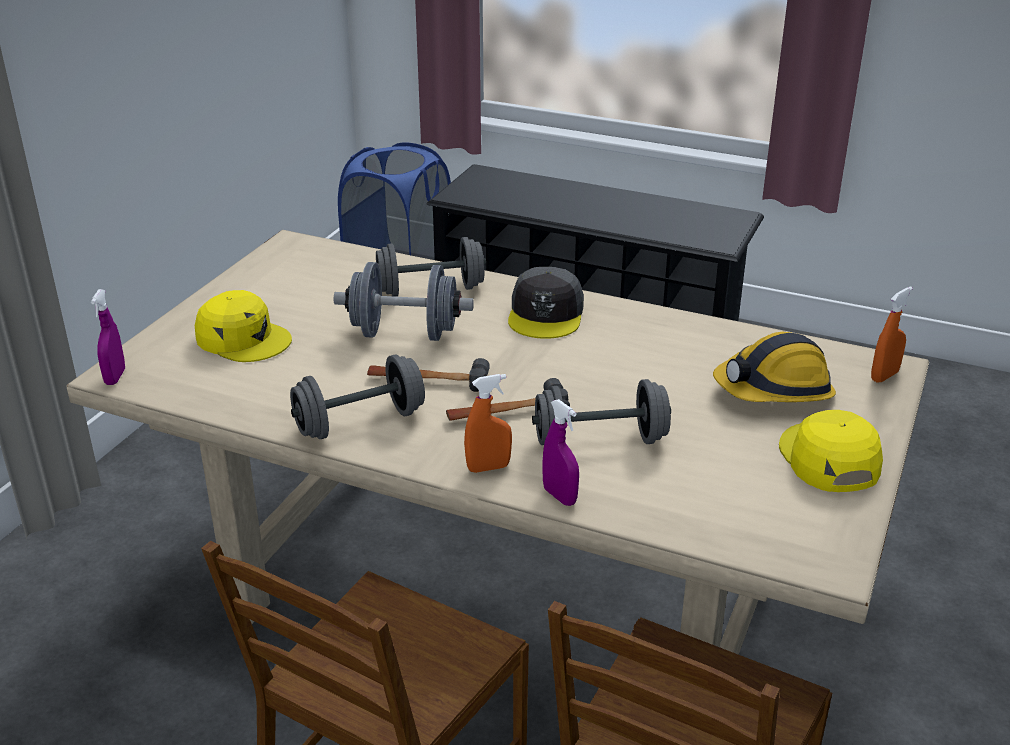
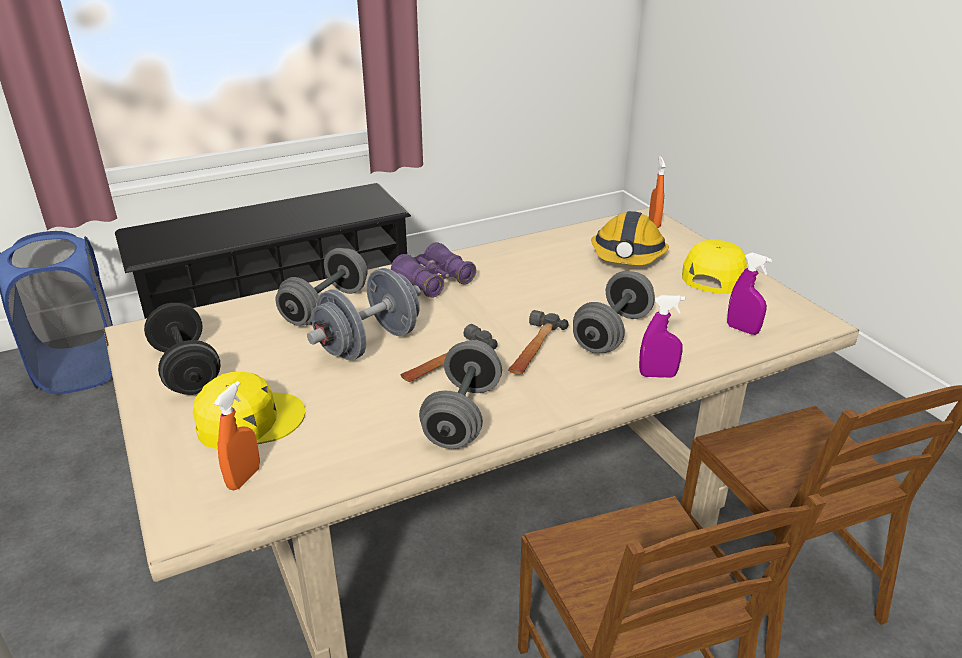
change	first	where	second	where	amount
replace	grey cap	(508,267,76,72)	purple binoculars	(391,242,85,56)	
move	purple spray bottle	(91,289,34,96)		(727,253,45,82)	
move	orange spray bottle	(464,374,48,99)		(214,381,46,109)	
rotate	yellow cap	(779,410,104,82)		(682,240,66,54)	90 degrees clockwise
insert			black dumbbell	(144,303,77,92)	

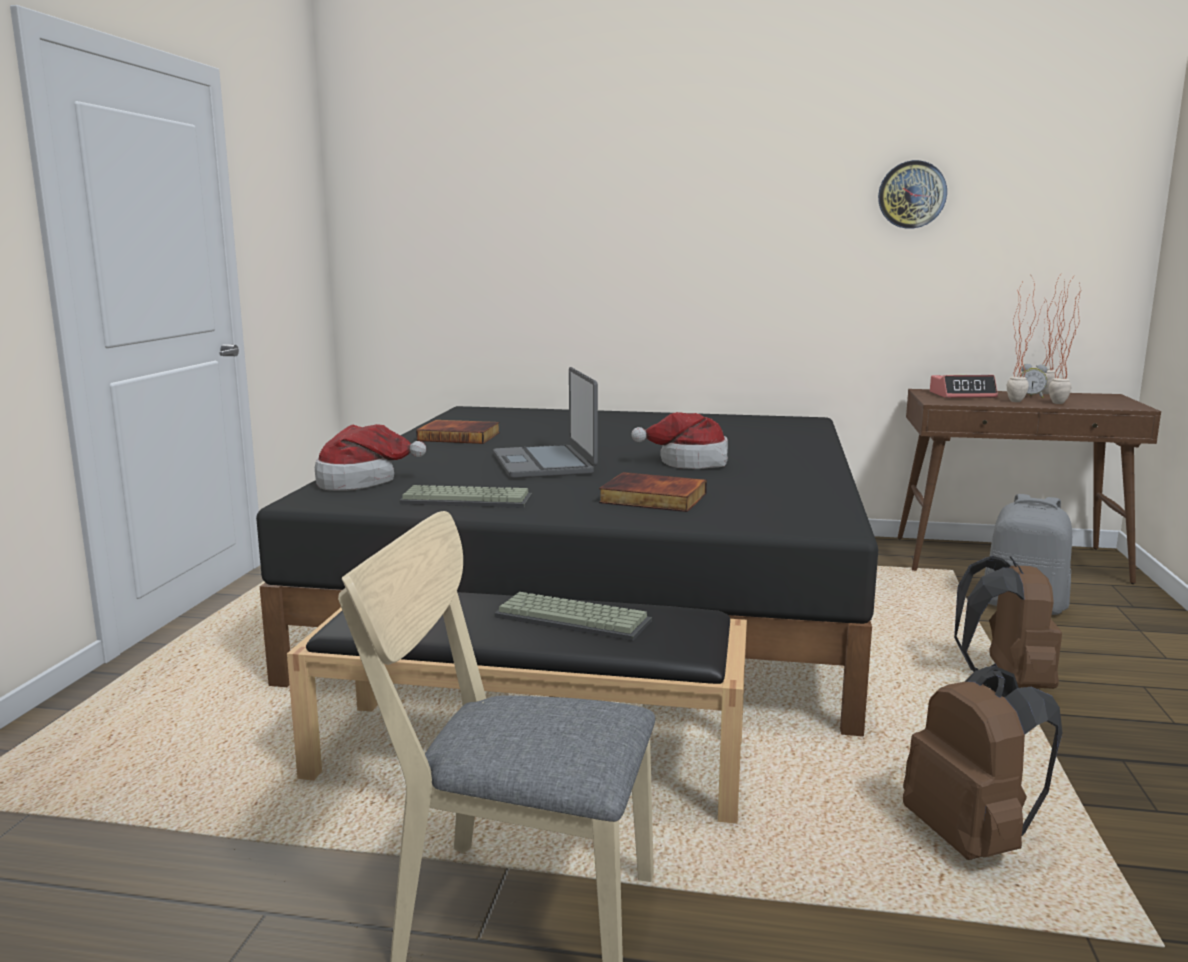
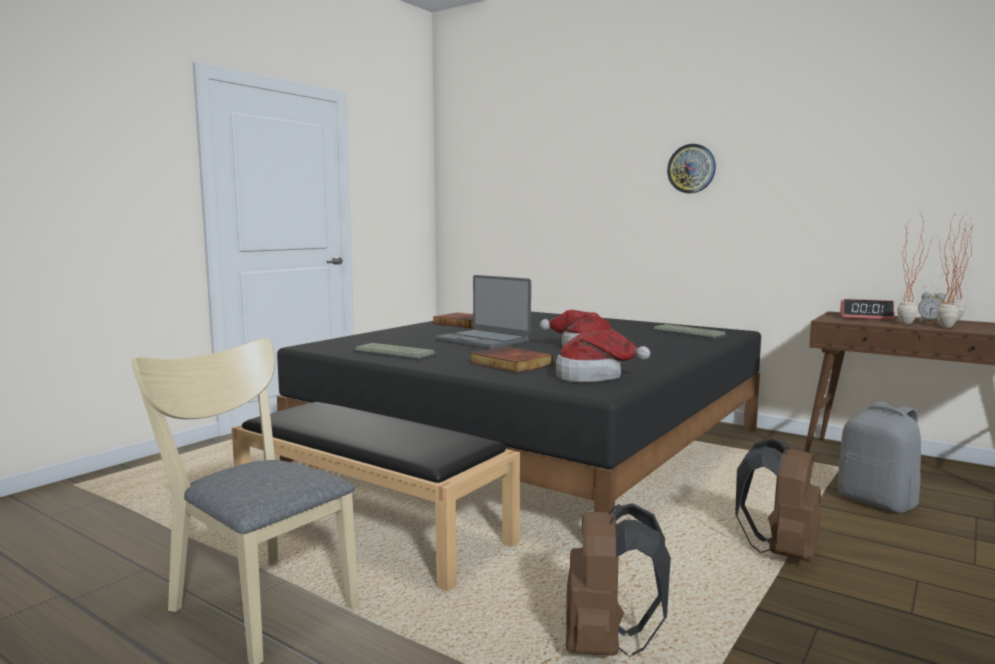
change	first	where	second	where	amount
move	wall clock	(878,160,69,69)		(667,144,49,49)	
rotate	laptop	(493,367,105,112)		(435,275,96,74)	60 degrees counterclockwise
move	hat	(315,424,111,67)		(556,329,94,54)	
move	keyboard	(494,592,158,49)		(652,324,76,16)	

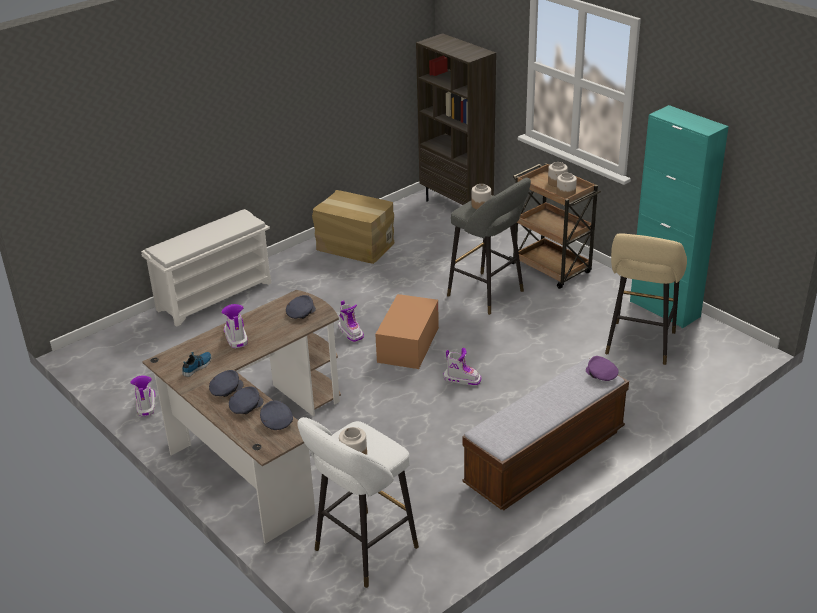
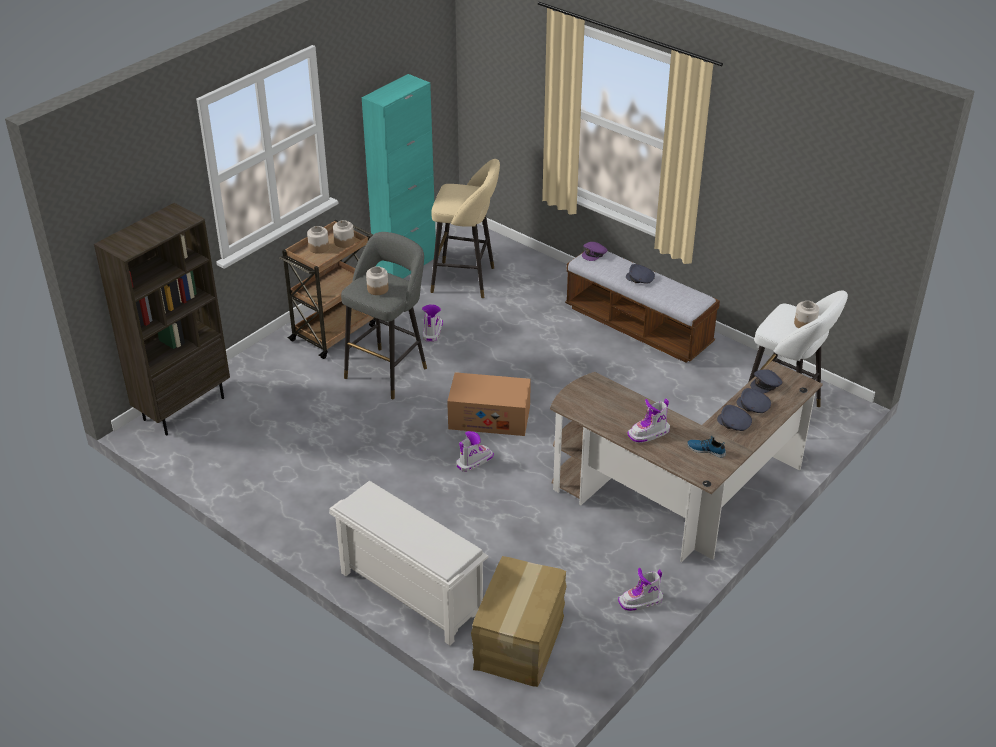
change	first	where	second	where	amount
move	cardboard box	(312,190,83,74)		(471,556,96,131)	
move	grey cap	(286,295,30,24)		(626,264,29,19)	
move	boot	(443,348,38,38)		(422,304,21,38)	

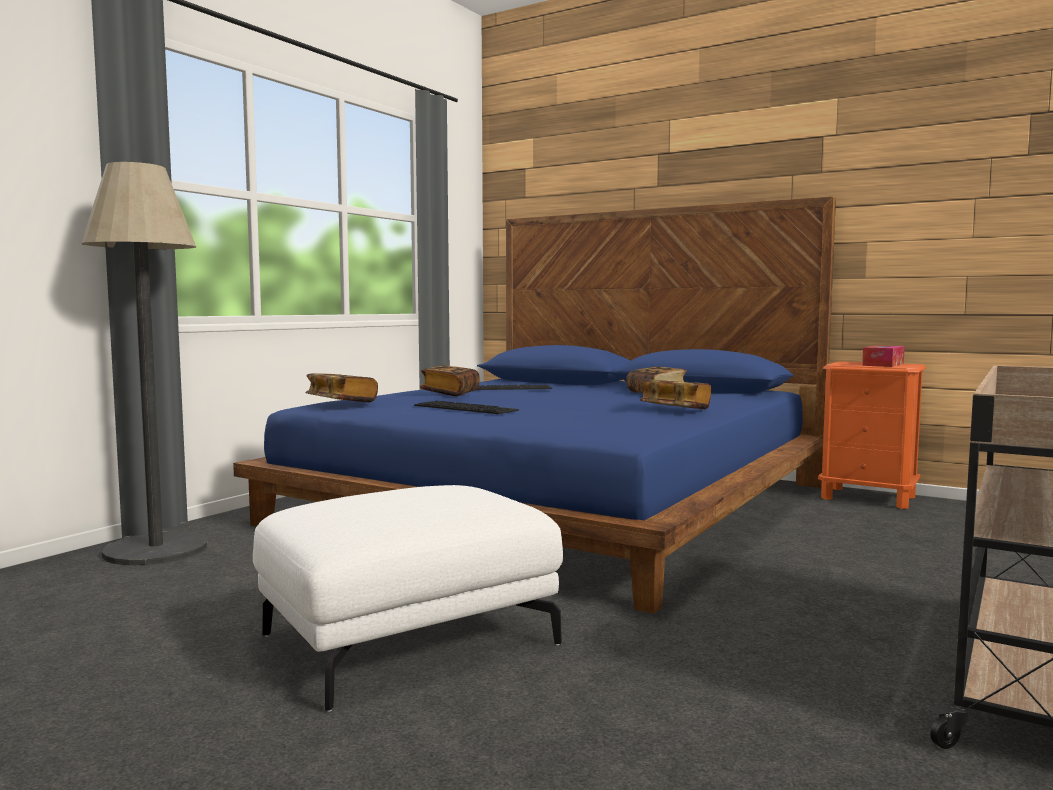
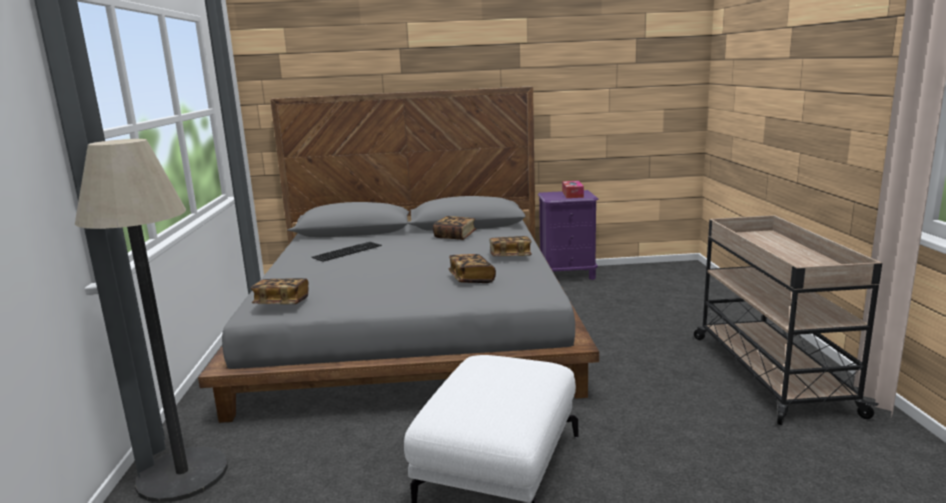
change	first	where	second	where	amount
recolor	blue bed	(233,196,603,418)	grey bed	(198,86,401,337)	
recolor	orange nightstand	(818,361,108,148)	purple nightstand	(538,190,60,90)	
move	book	(420,365,60,31)		(449,254,47,29)	
delete	keyboard	(414,401,105,13)			

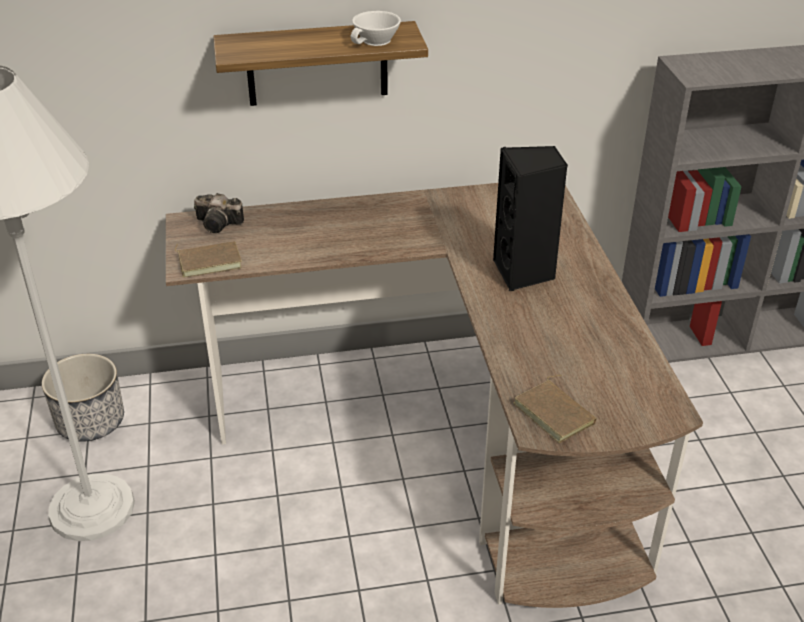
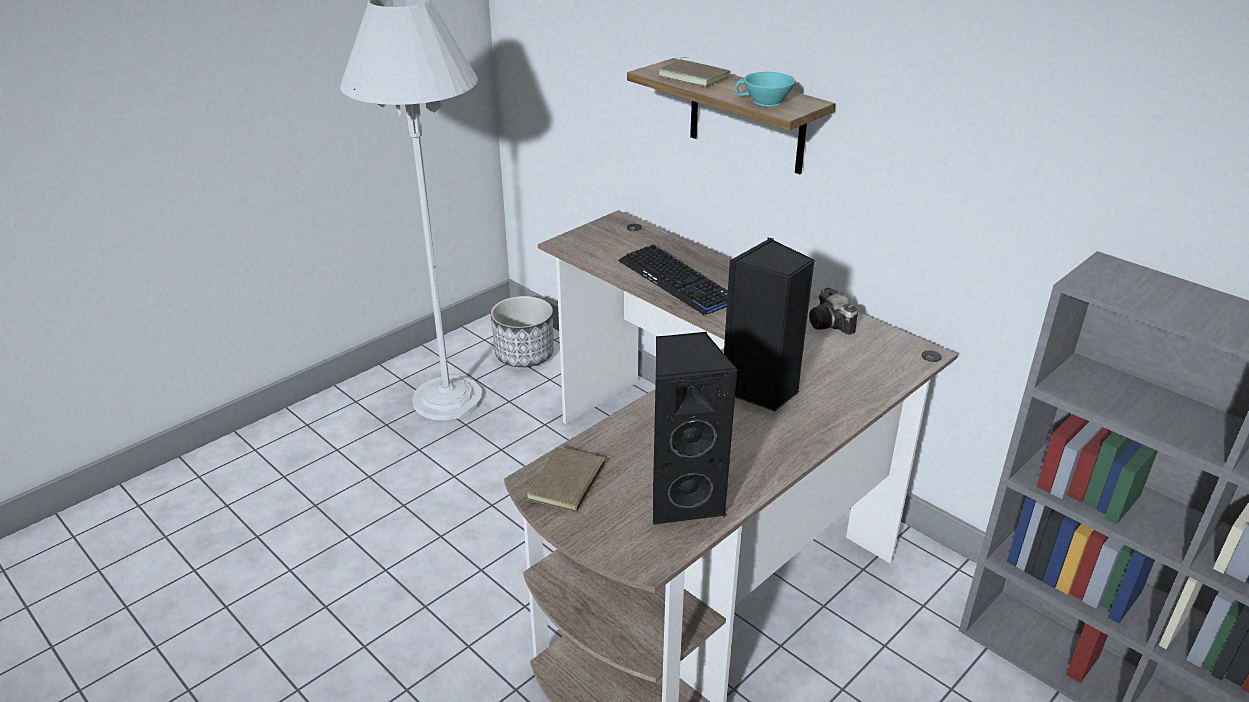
change	first	where	second	where	amount
recolor	white cup	(351,11,50,35)	turquoise cup	(735,72,60,34)	
move	photo camera	(194,193,50,40)		(809,287,49,48)	
move	brown book	(175,241,67,36)		(658,57,73,30)	
insert			keyboard	(618,244,110,71)	
insert			black speaker	(653,332,85,193)	

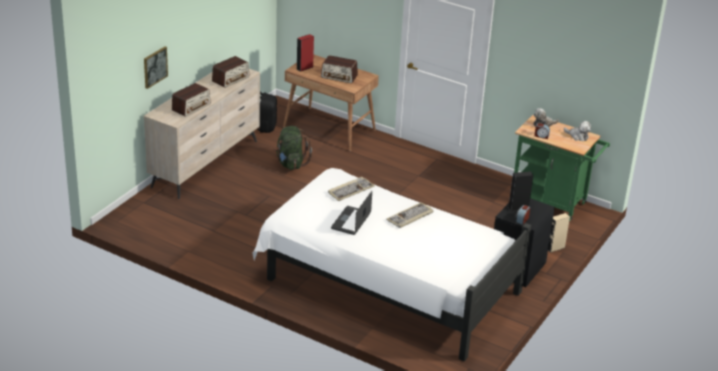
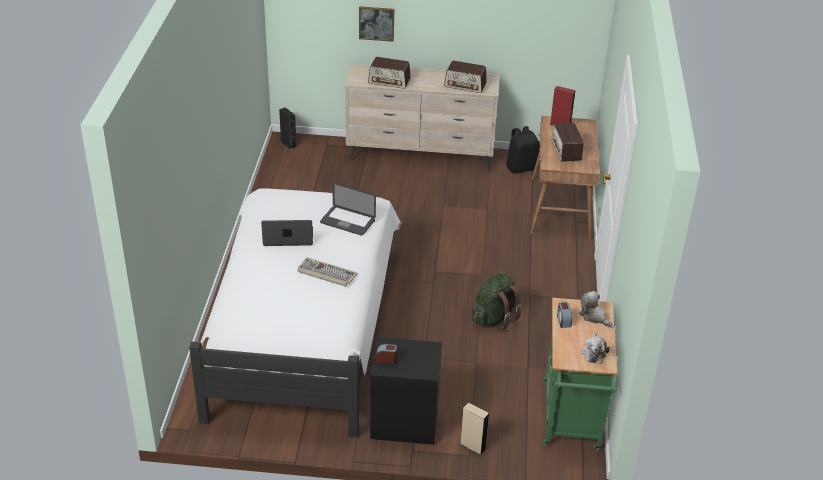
change	first	where	second	where	amount
move	green backpack	(275,126,37,44)		(471,274,50,57)	
move	black speaker	(509,171,24,40)		(279,107,18,42)	
replace	keyboard	(328,177,47,24)	laptop	(320,183,56,53)	

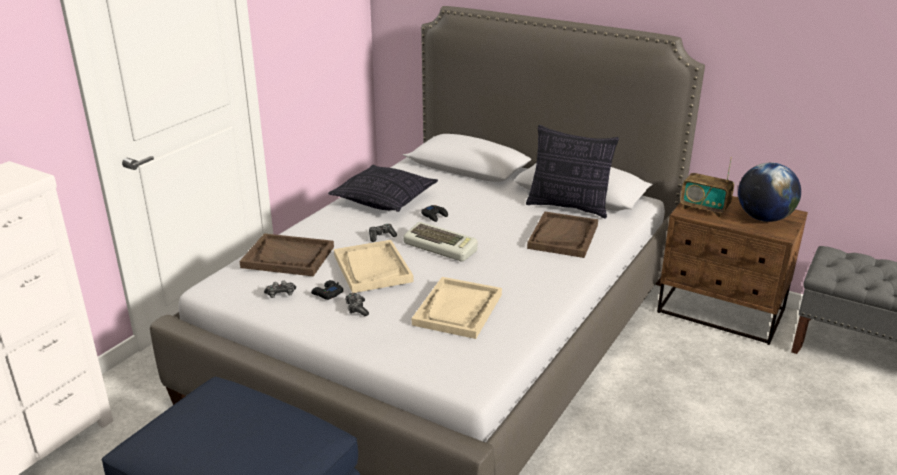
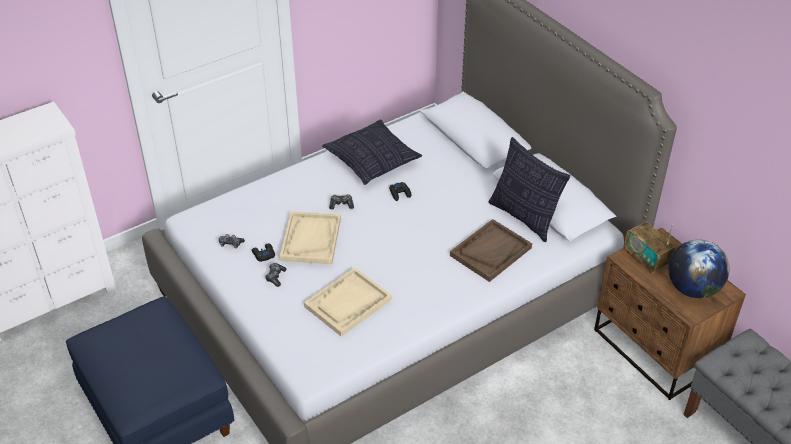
change	first	where	second	where	amount
delete	keyboard	(403,222,75,40)			
delete	brown tray	(239,233,95,43)			

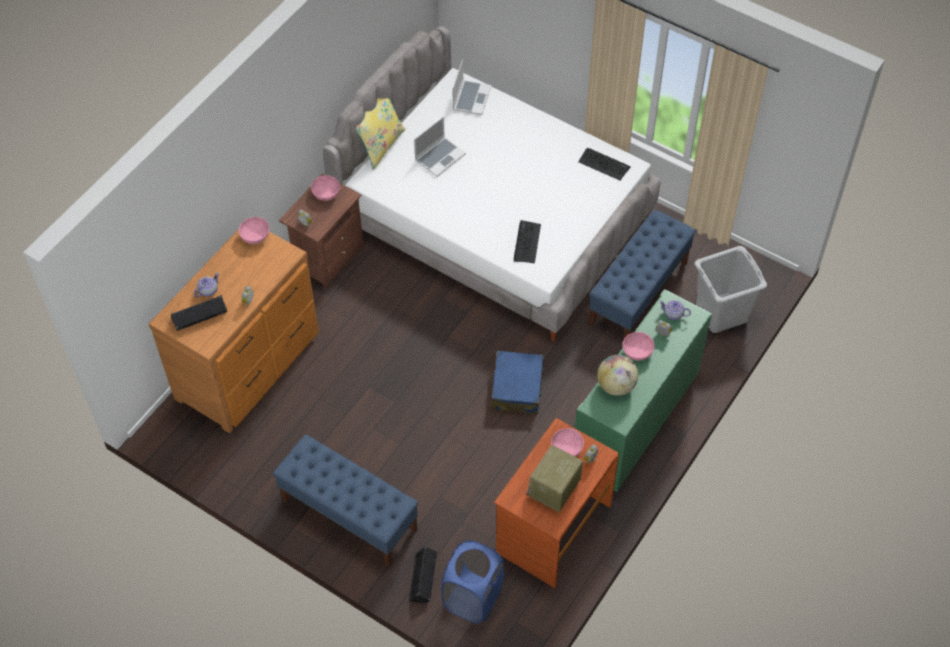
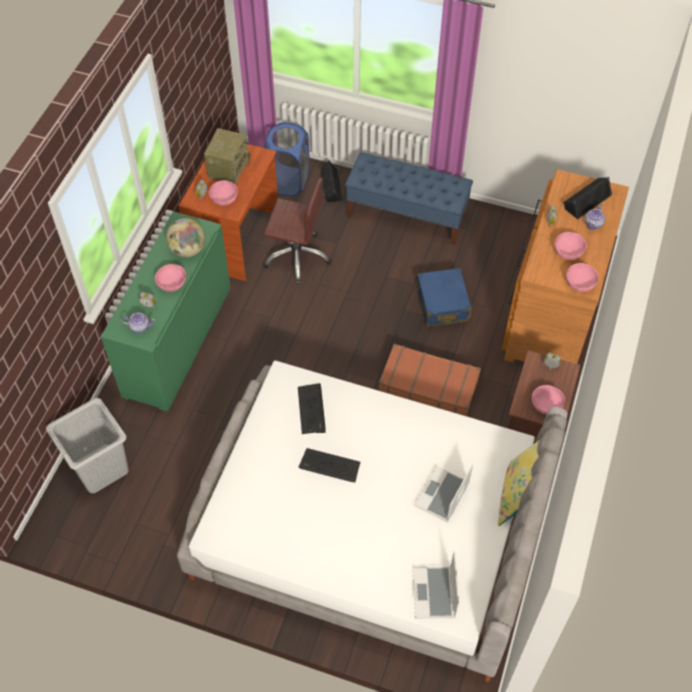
change	first	where	second	where	amount
move	keyboard	(578,148,53,33)		(298,448,63,34)	
delete	blue bench	(589,209,107,131)			
move	blue suitcase	(491,351,53,63)		(417,268,55,59)	
insert			brown office chair	(263,178,69,106)	
insert			pink bowl	(554,232,33,28)	
insert			brown suitcase	(379,344,102,72)	

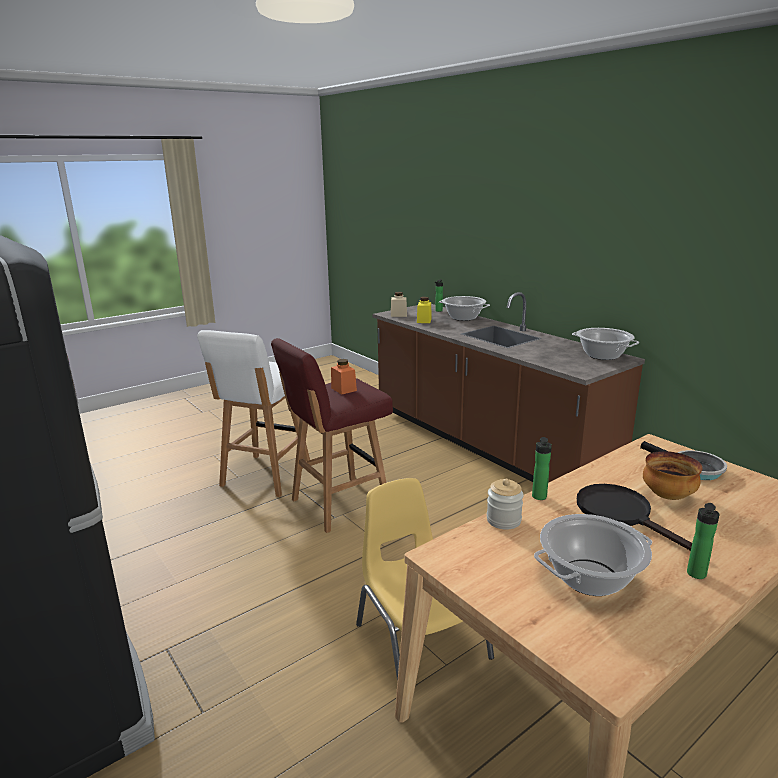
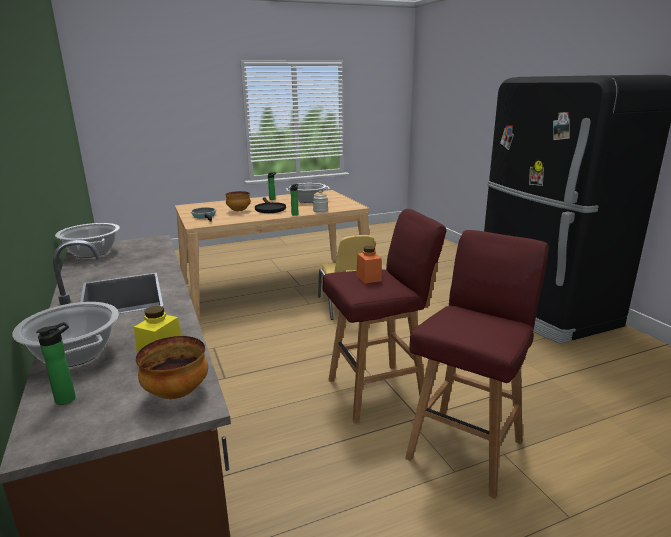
change	first	where	second	where	amount
replace	beige jar	(391,292,16,25)	bowl	(136,336,72,63)	
recolor	white stool	(197,330,113,167)	red stool	(405,230,144,269)	

